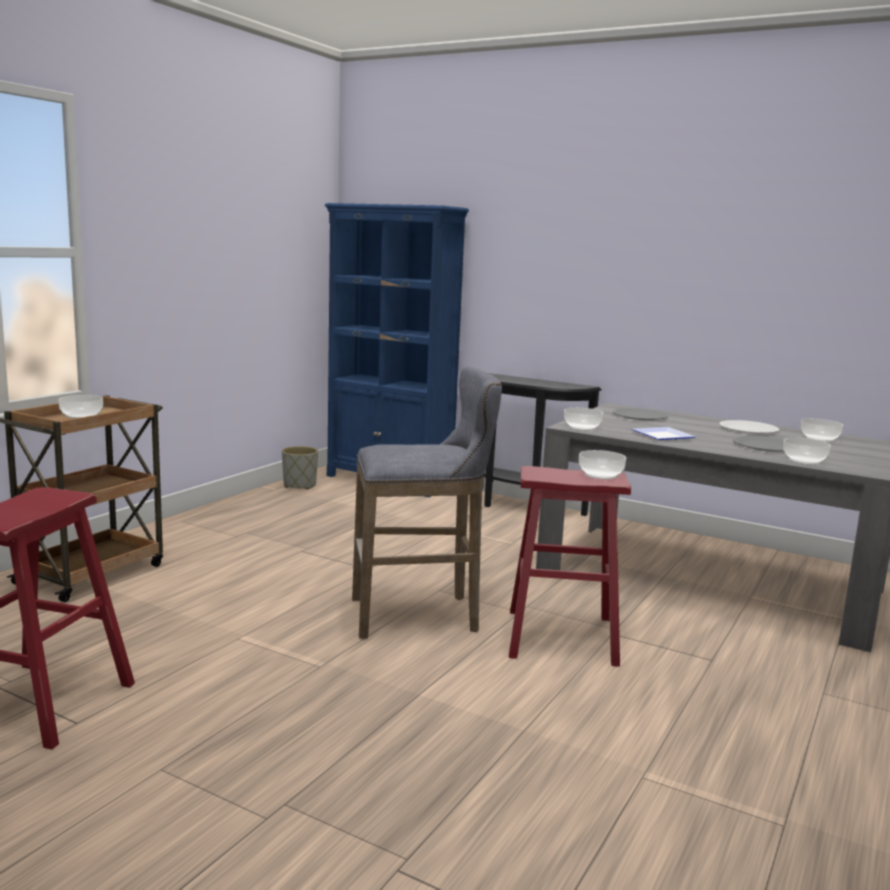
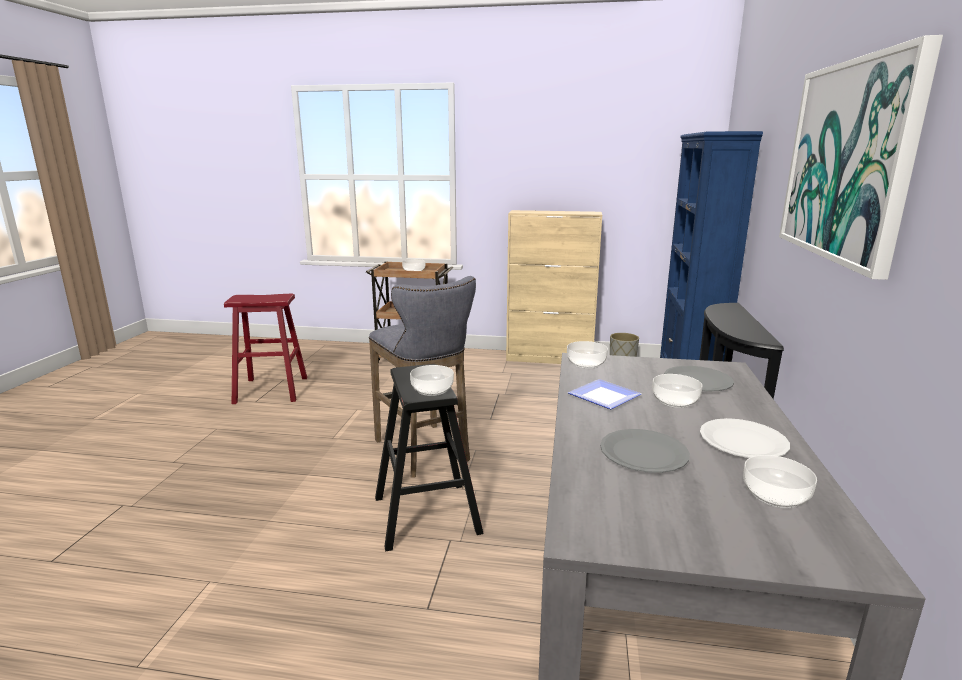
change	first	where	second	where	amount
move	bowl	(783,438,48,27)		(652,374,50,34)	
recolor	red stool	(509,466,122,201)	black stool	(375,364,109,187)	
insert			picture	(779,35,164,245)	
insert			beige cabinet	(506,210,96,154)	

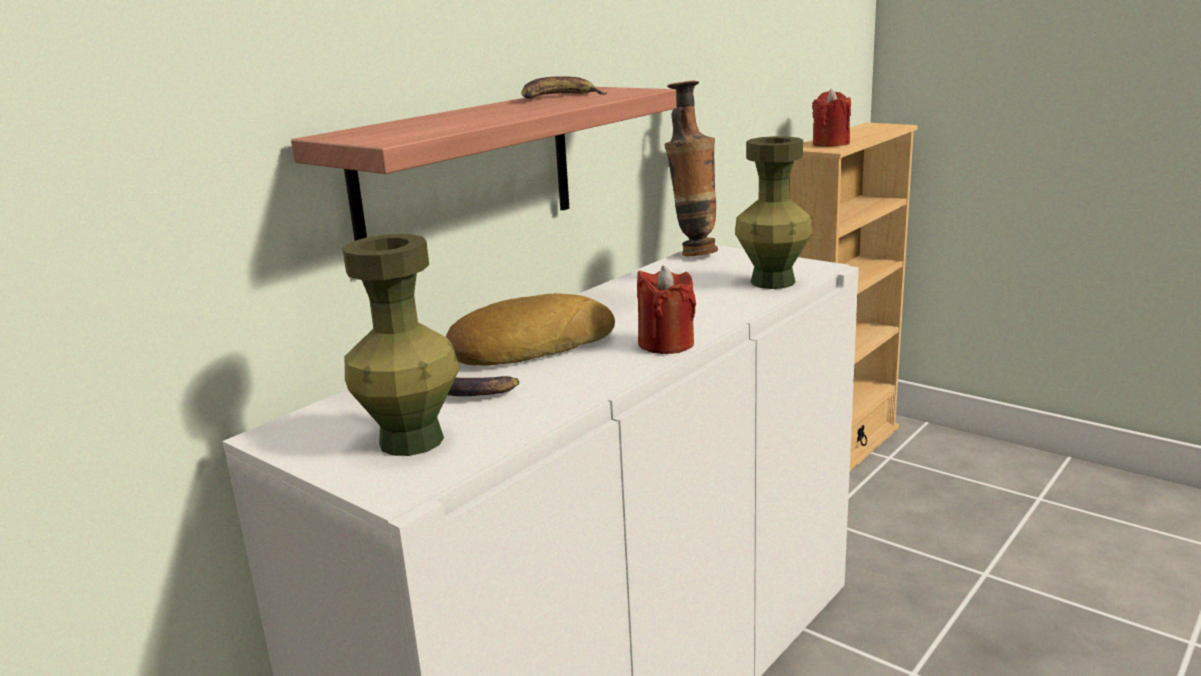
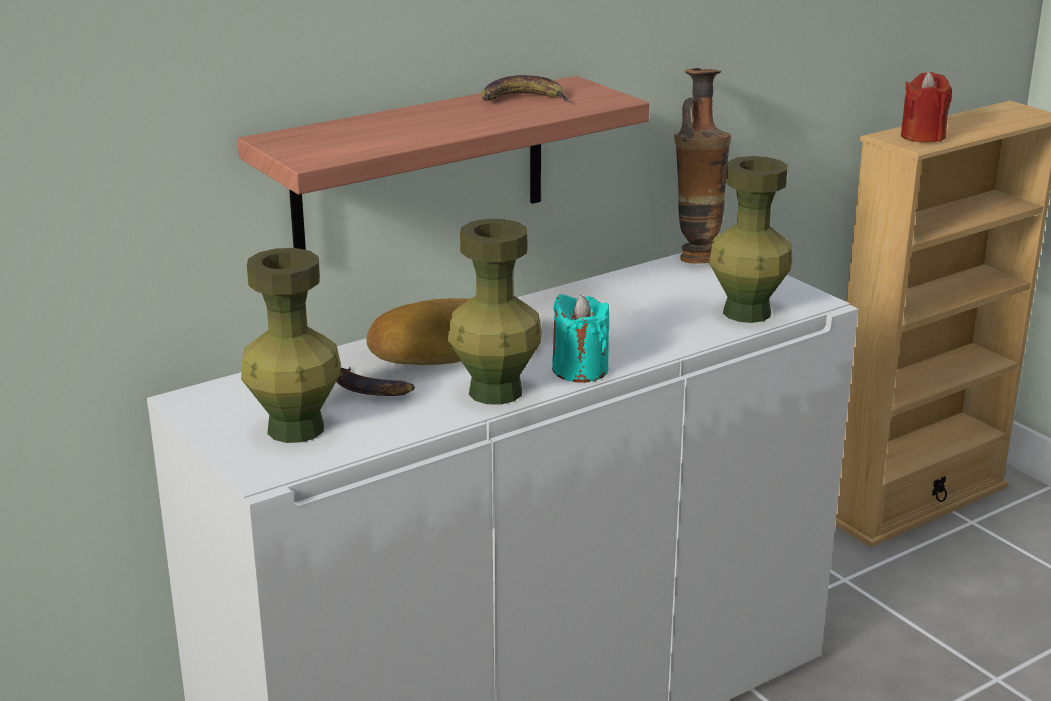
change	first	where	second	where	amount
recolor	red candle	(637,266,59,88)	turquoise candle	(552,294,57,89)	
insert			green vase	(448,219,94,186)	

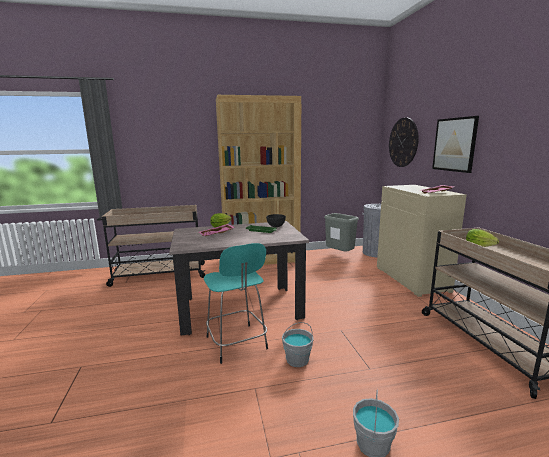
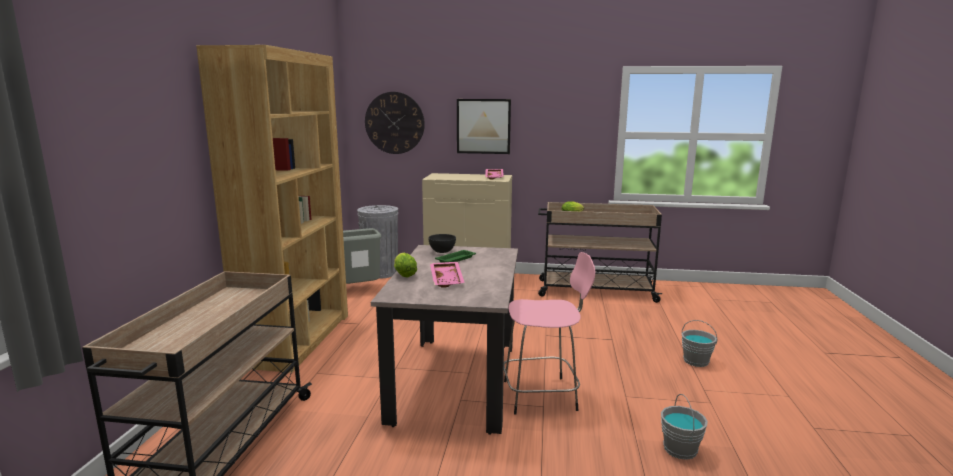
change	first	where	second	where	amount
recolor	turquoise stool	(204,243,64,121)	pink stool	(504,252,91,163)	
move	grey bucket	(282,322,32,45)		(661,394,47,66)	

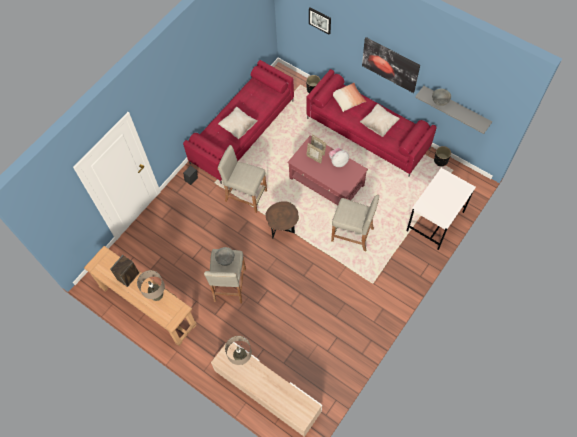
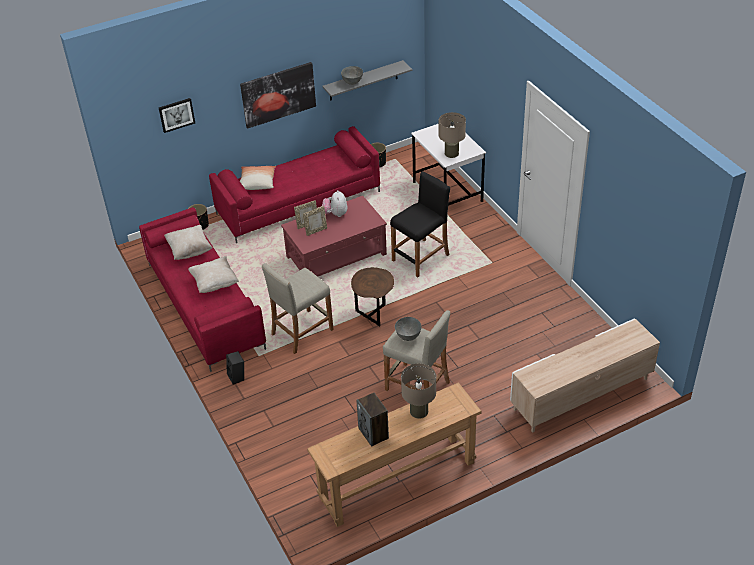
change	first	where	second	where	amount
move	beige pillow	(360,104,40,33)		(164,225,49,35)	
recolor	beige stool	(331,195,48,56)	black stool	(390,171,60,106)	
move	beige table lamp	(225,336,27,29)		(439,112,27,46)	

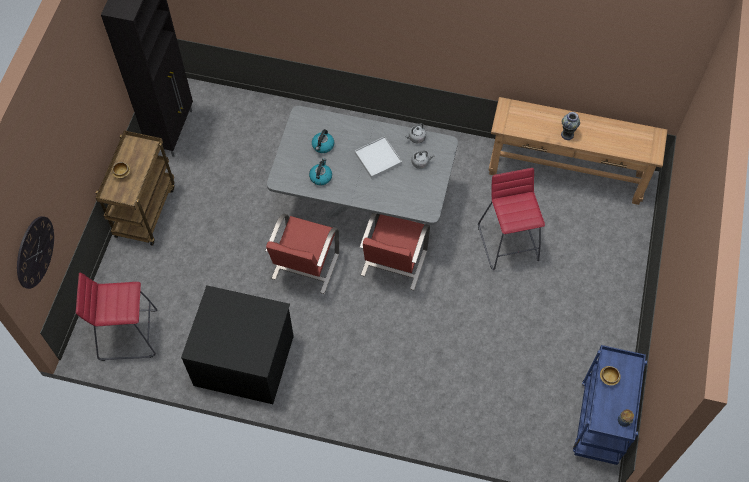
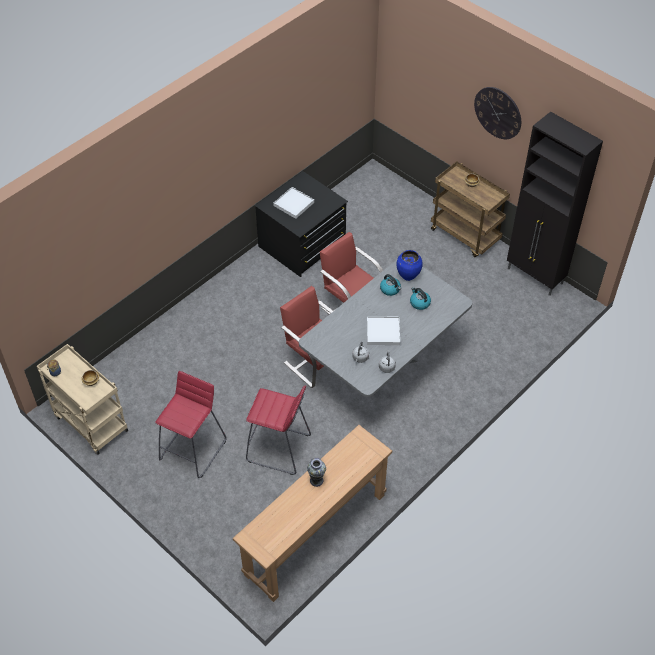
change	first	where	second	where	amount
move	wall clock	(17,216,37,73)		(474,87,47,52)	
move	red stool	(76,272,81,89)		(155,371,72,107)	
recolor	blue cart	(573,345,74,120)	beige cart	(37,344,91,111)	
insert			white tray	(273,187,41,32)	
insert			blue vase	(396,250,27,31)	

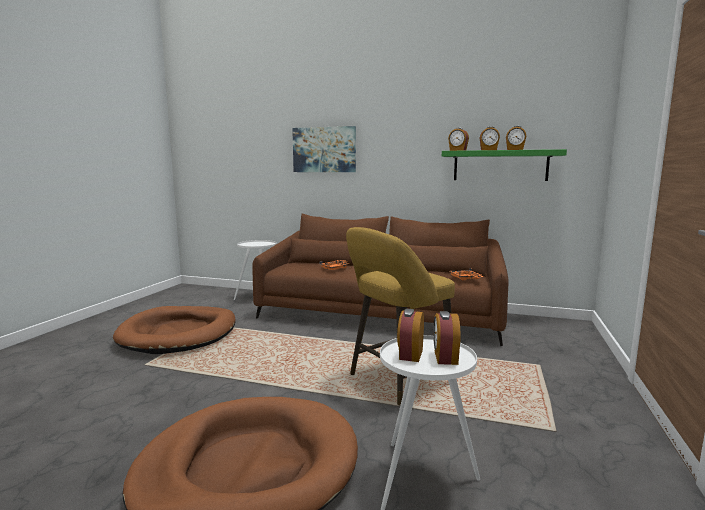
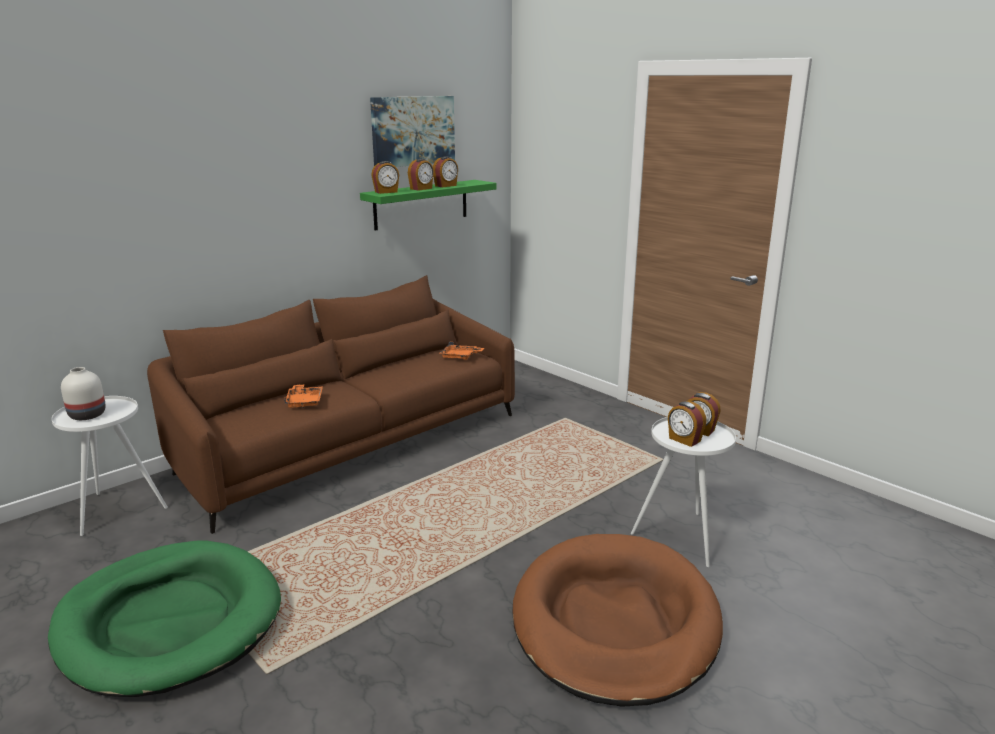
change	first	where	second	where	amount
move	picture	(292,126,64,46)		(370,96,85,71)	
delete	yellow stool	(346,227,109,179)			
recolor	brown dog bed	(113,306,123,48)	green dog bed	(48,540,233,157)	
insert			white vase	(61,367,45,53)	

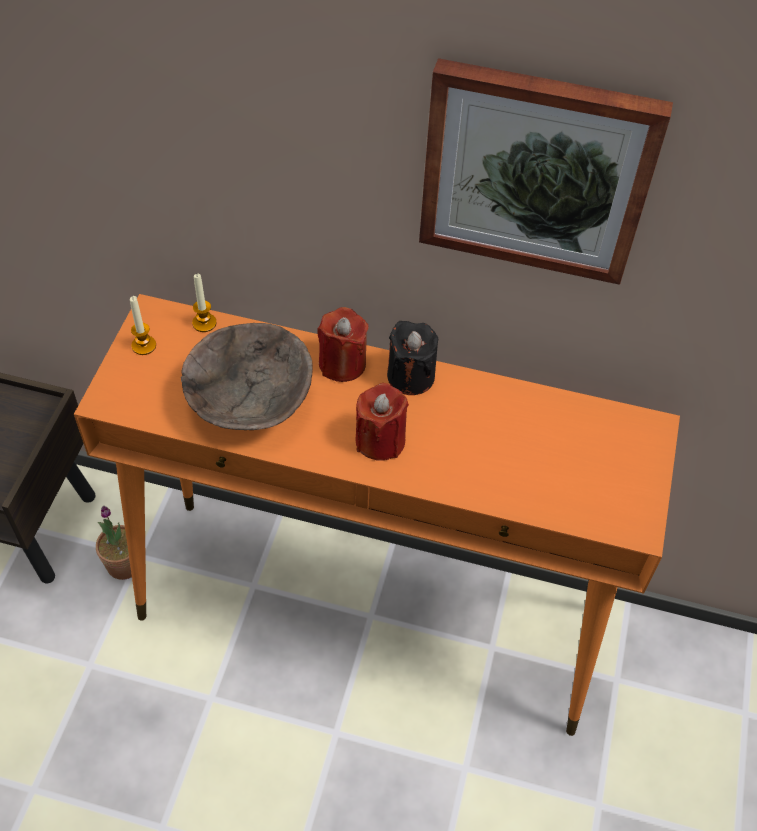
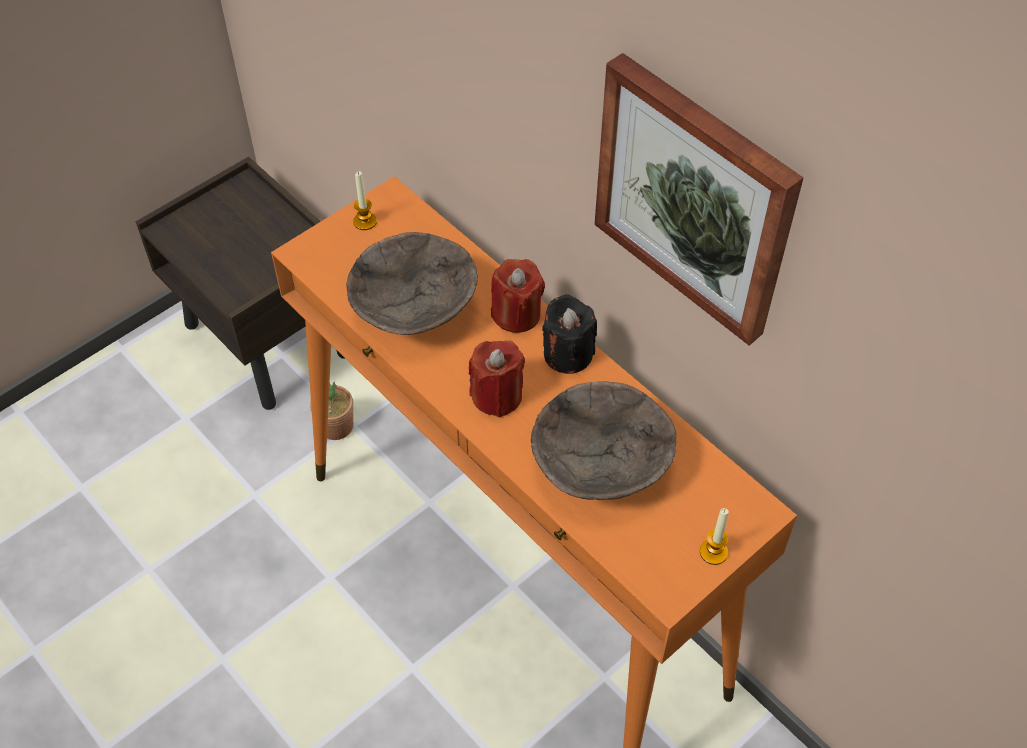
change	first	where	second	where	amount
move	candle	(192,274,24,58)		(700,508,29,57)	
insert			brown bowl	(531,381,145,119)	

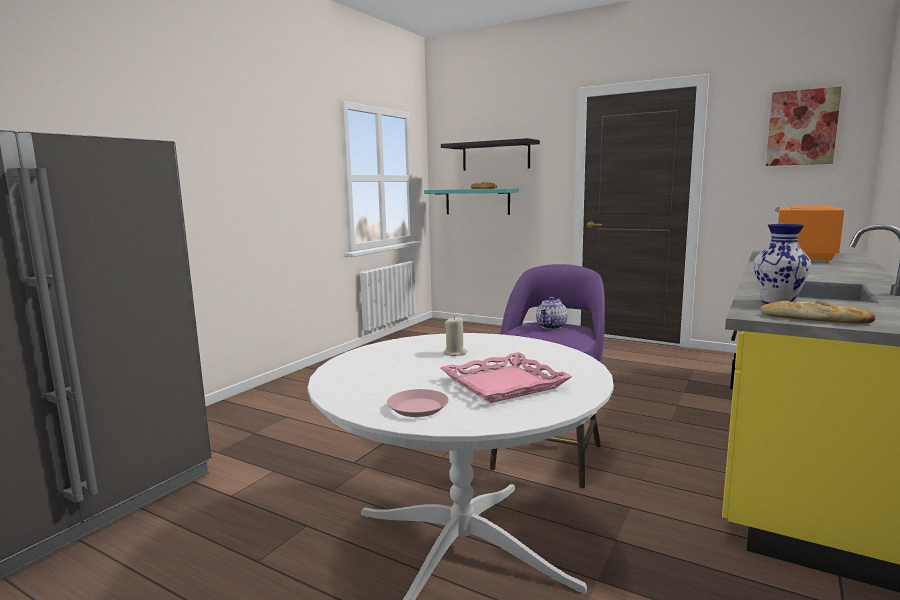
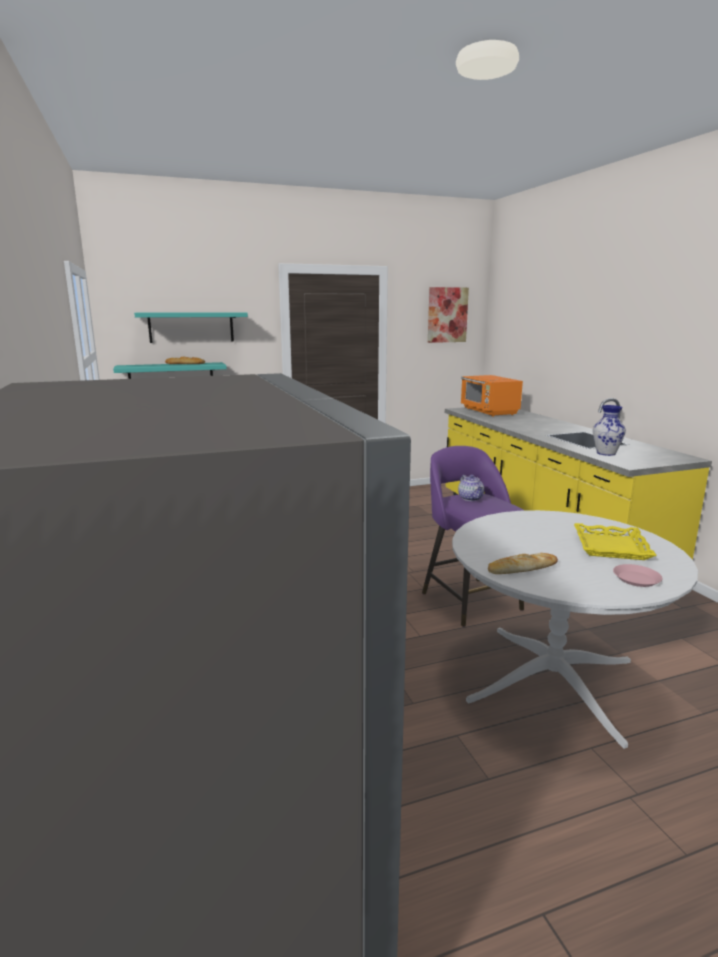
change	first	where	second	where	amount
recolor	black shelf	(441,138,99,33)	turquoise shelf	(134,312,114,31)	
move	bread	(760,301,116,23)		(488,553,70,21)	
delete	beige candle	(443,316,24,40)			
recolor	pink tray	(441,352,131,51)	yellow tray	(574,523,83,37)	

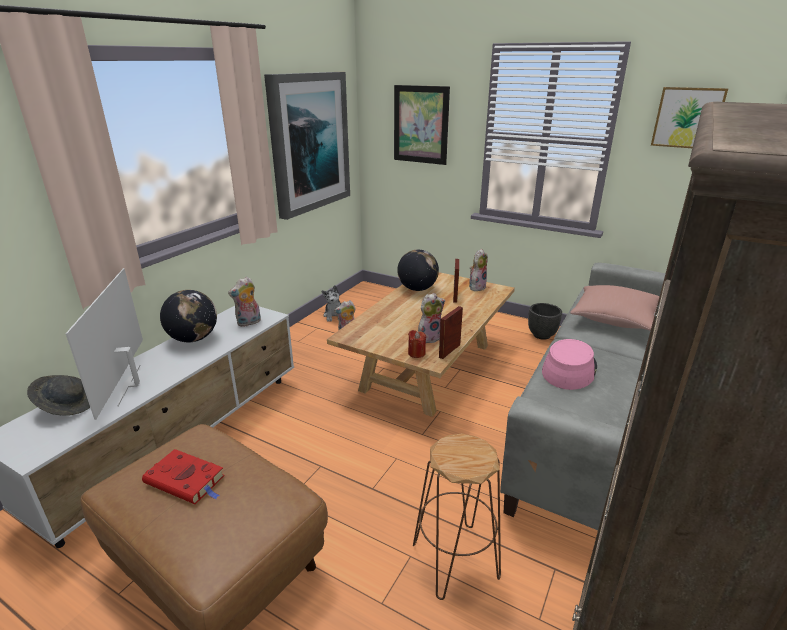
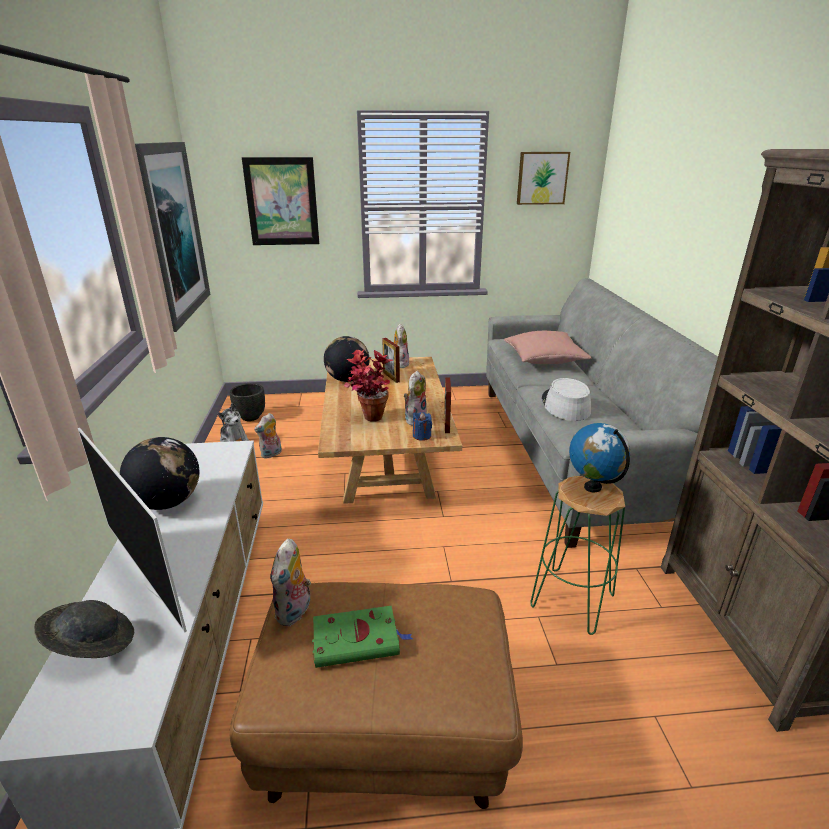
change	first	where	second	where	amount
move	plush toy	(228,277,33,50)		(270,539,41,87)	
move	black planter	(528,303,34,37)		(229,383,36,38)	
recolor	red candle	(408,330,18,28)	blue candle	(413,412,19,29)	
recolor	pink hat	(542,339,55,51)	grey hat	(542,378,49,43)	
recolor	brown stool	(413,434,88,166)	green stool	(530,476,95,159)	
recolor	red book	(142,449,83,55)	green book	(312,606,101,62)	
insert			potted plant	(344,350,49,72)	
insert			globe	(569,423,61,69)	

